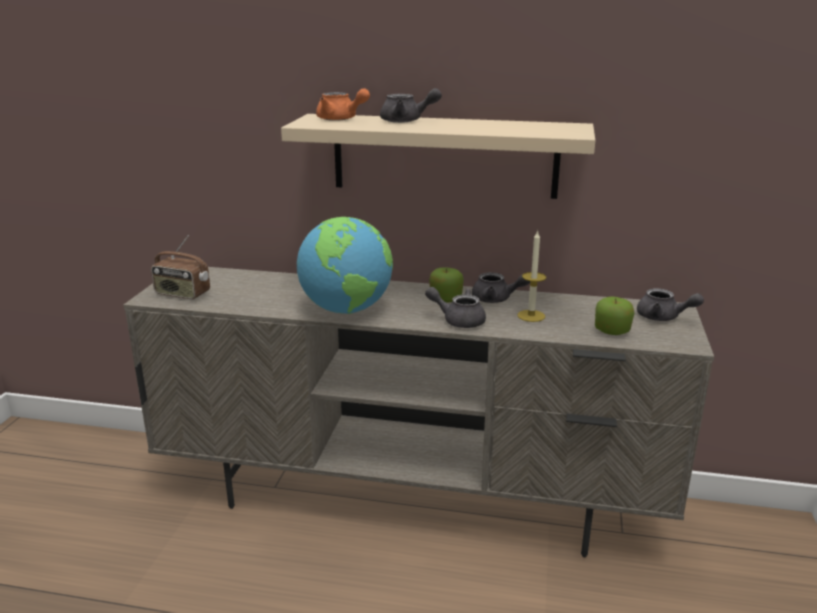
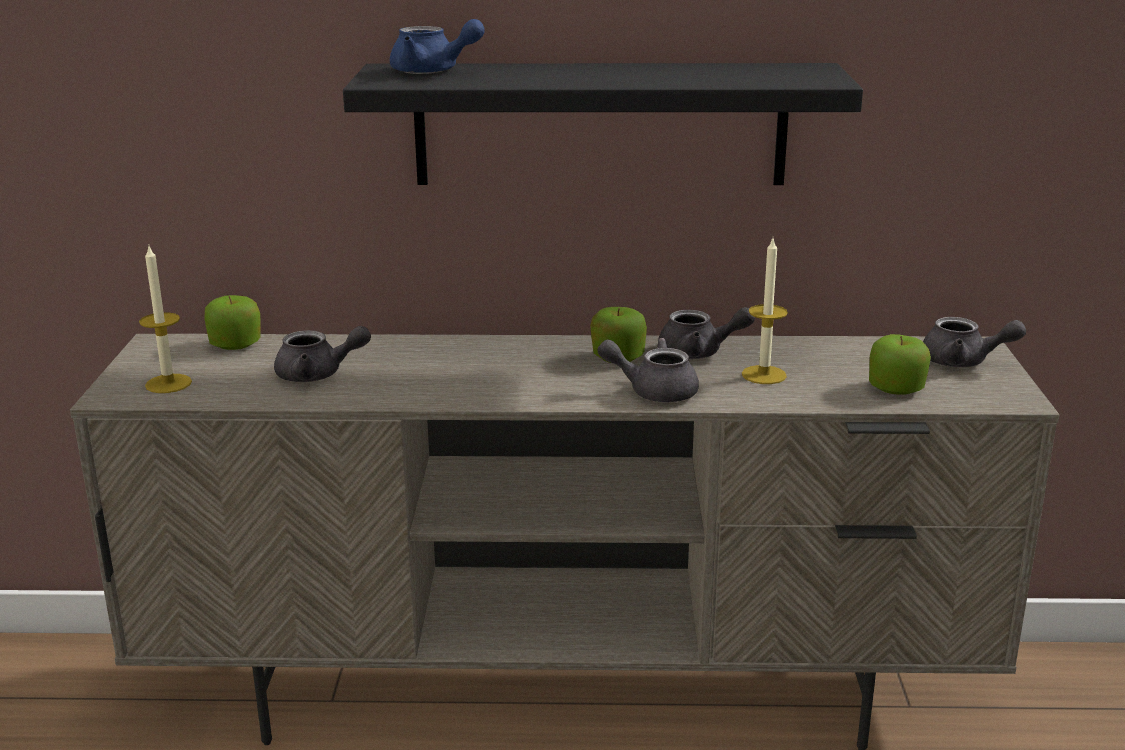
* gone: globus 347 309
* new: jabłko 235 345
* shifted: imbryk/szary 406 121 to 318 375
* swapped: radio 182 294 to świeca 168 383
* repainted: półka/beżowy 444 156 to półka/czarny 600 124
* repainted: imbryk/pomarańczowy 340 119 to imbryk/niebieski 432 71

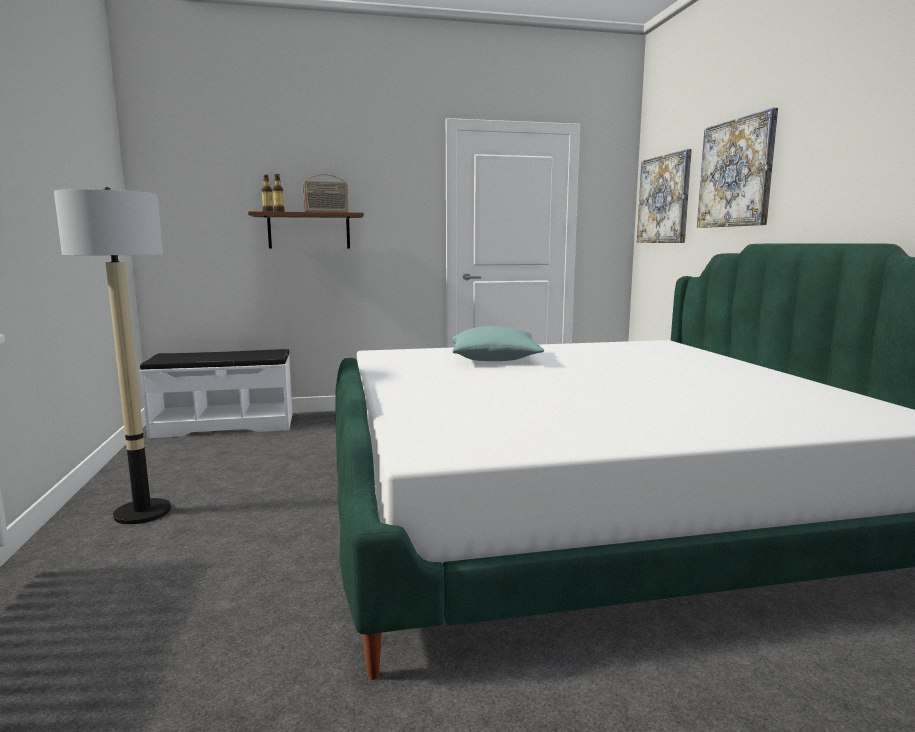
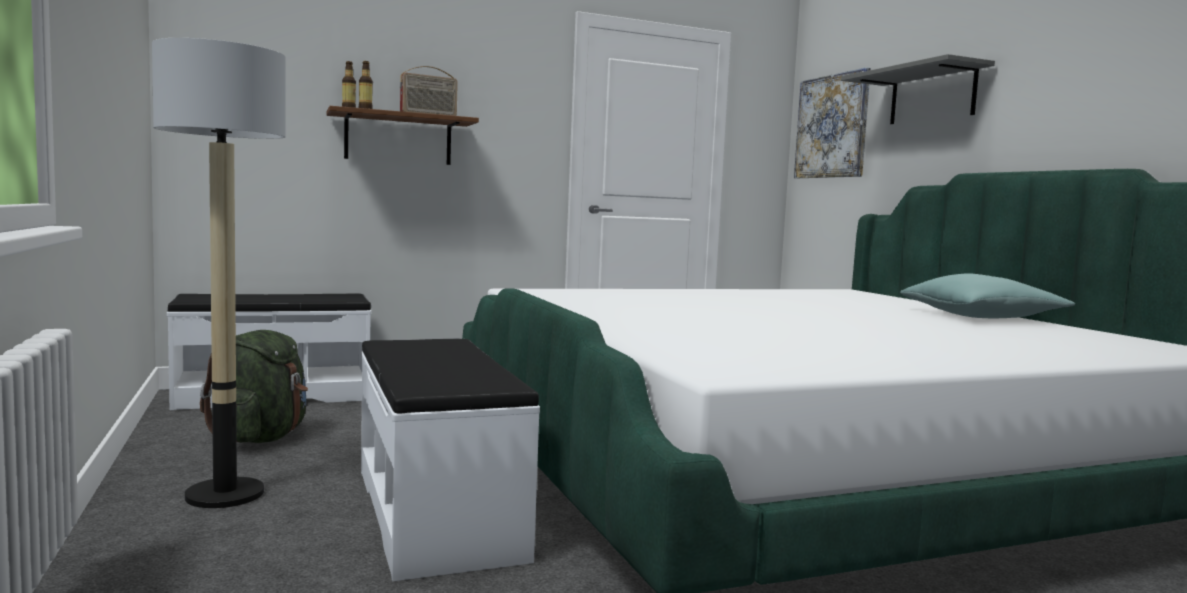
* new: plecak/zielony 262 438
* new: ławka/biały 438 512
* shifted: poduszka/turkusowy 494 359 to 981 317
* swapped: obraz 736 173 to półka/szary 932 96

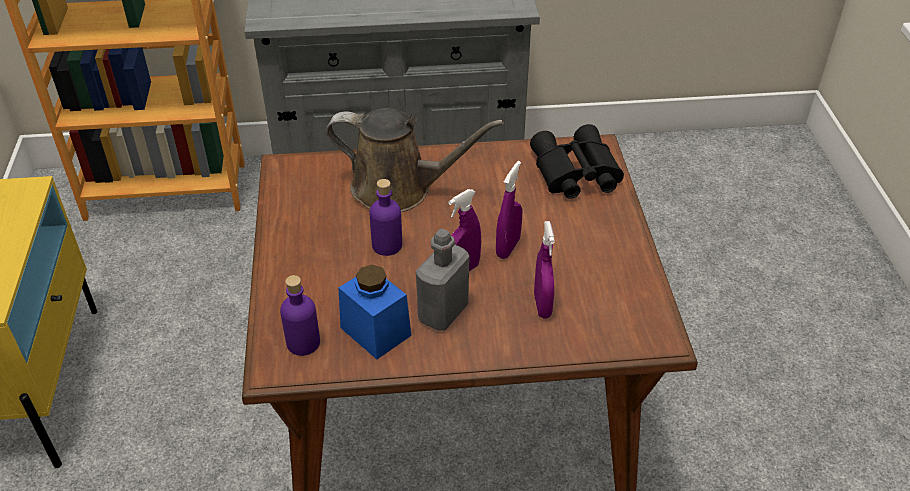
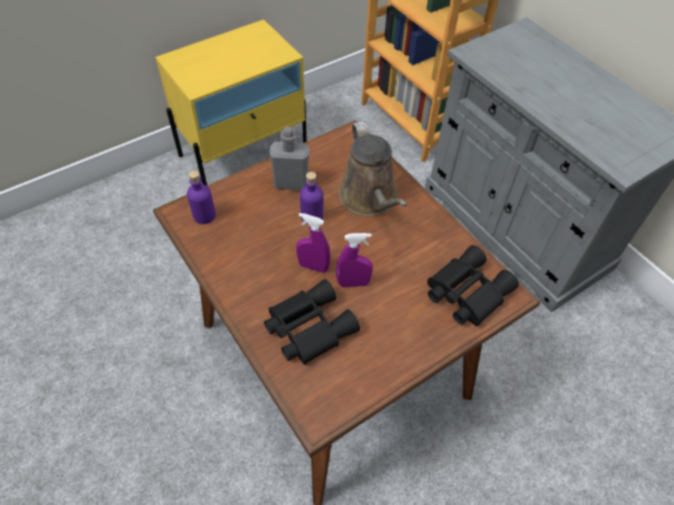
* gone: słoik/niebieski 375 331
* shifted: butelka/szary 443 313 to 291 183
* swapped: spryskiwacz/fioletowy 542 305 to lornetka/czarny 307 327

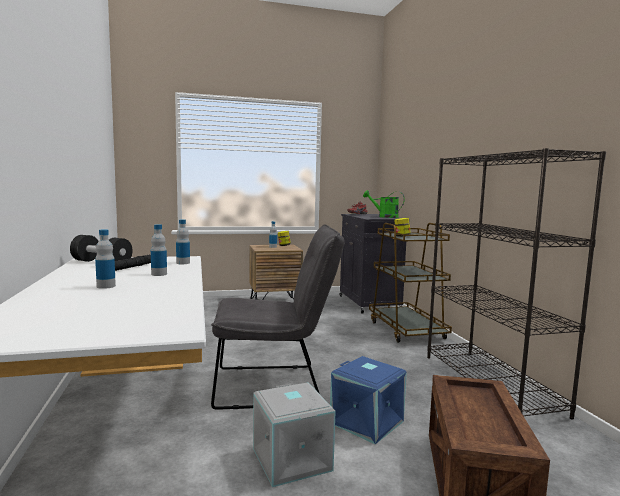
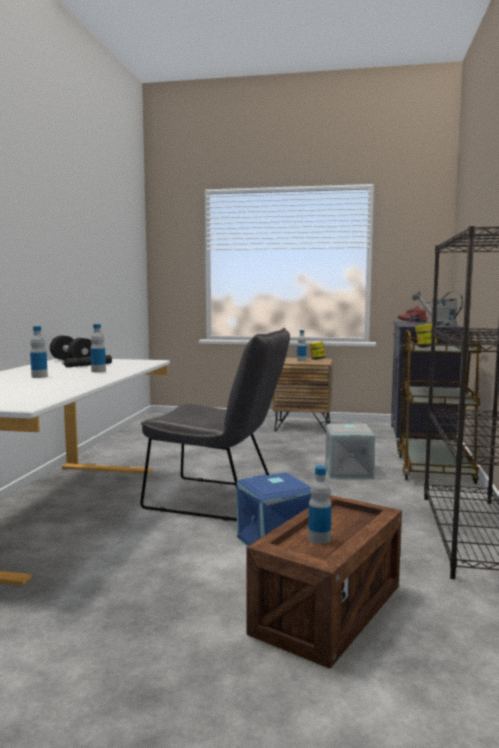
* shifted: butelka 183 263 to 319 538
* shifted: pojemnik do przechowywania/szary 290 459 to 347 471
* repainted: konewka/zielony 384 216 to konewka/szary 438 324

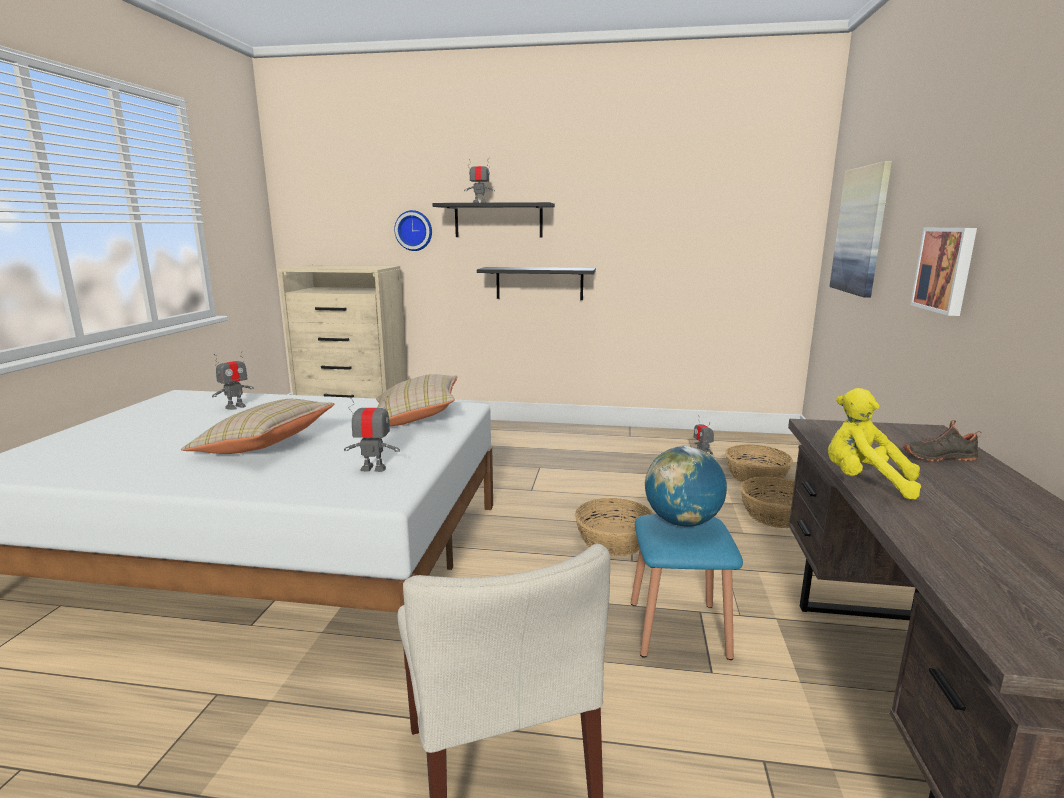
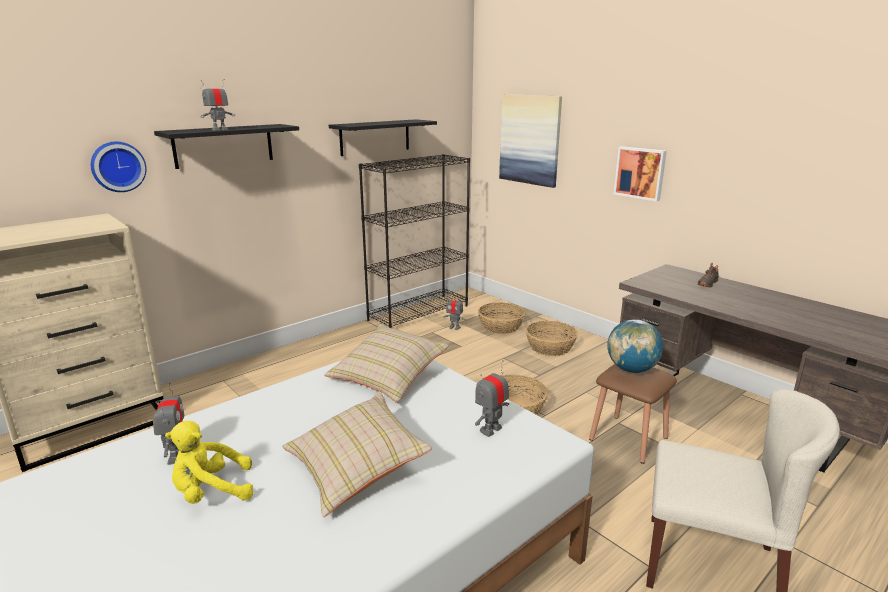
* new: regał/czarny 419 312
* shifted: półka/czarny 539 283 to 375 137
* shifted: pluszak/żółty 864 482 to 211 492
* repainted: stołek/niebieski 678 629 to stołek/brązowy 628 438

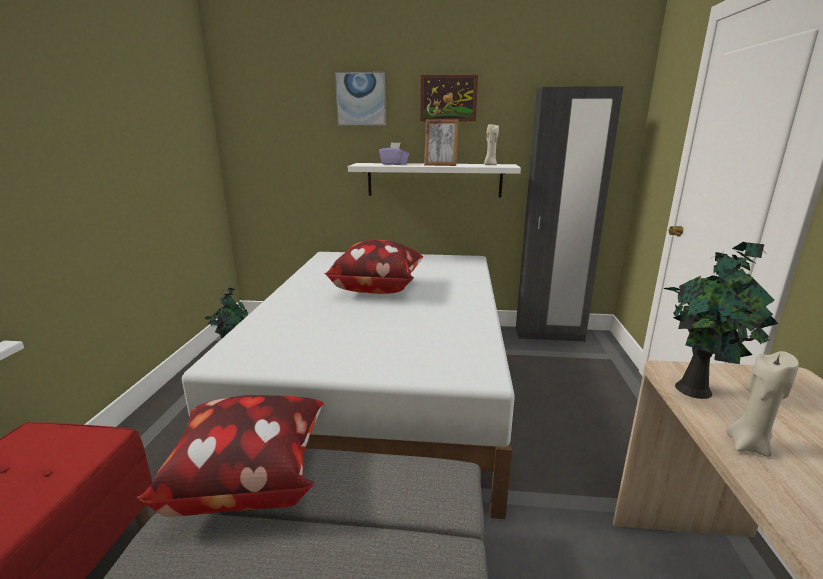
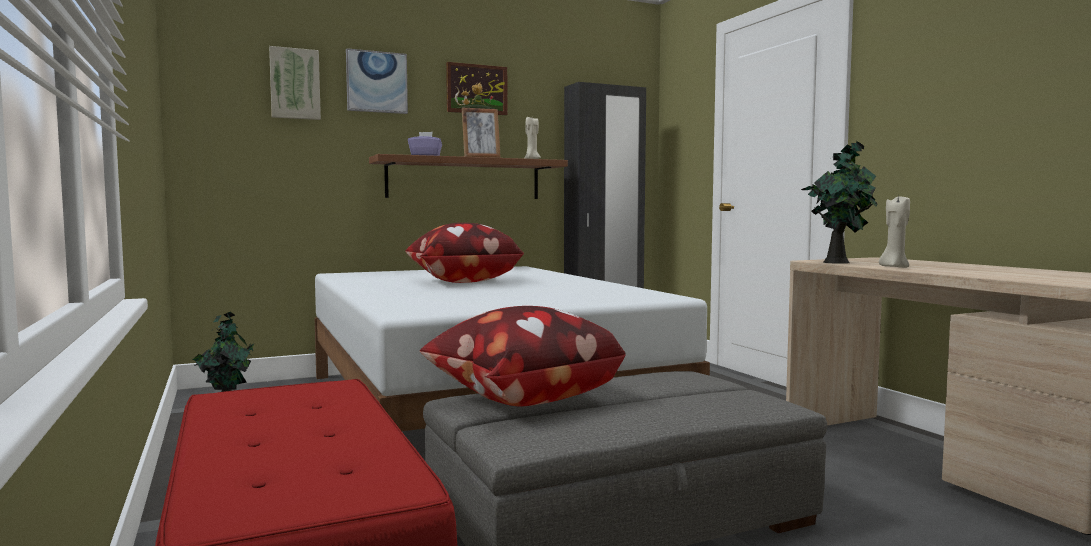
* new: obraz 295 84
* repainted: półka/biały 434 180 to półka/brązowy 464 179

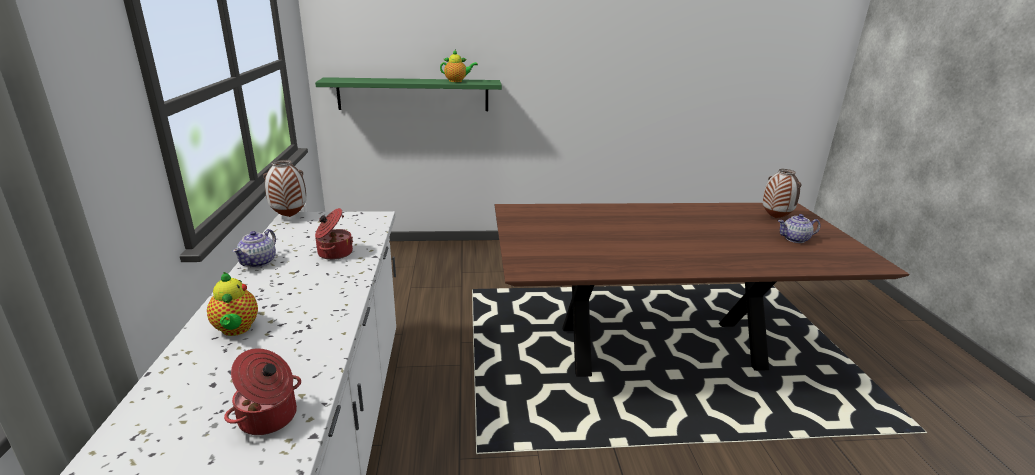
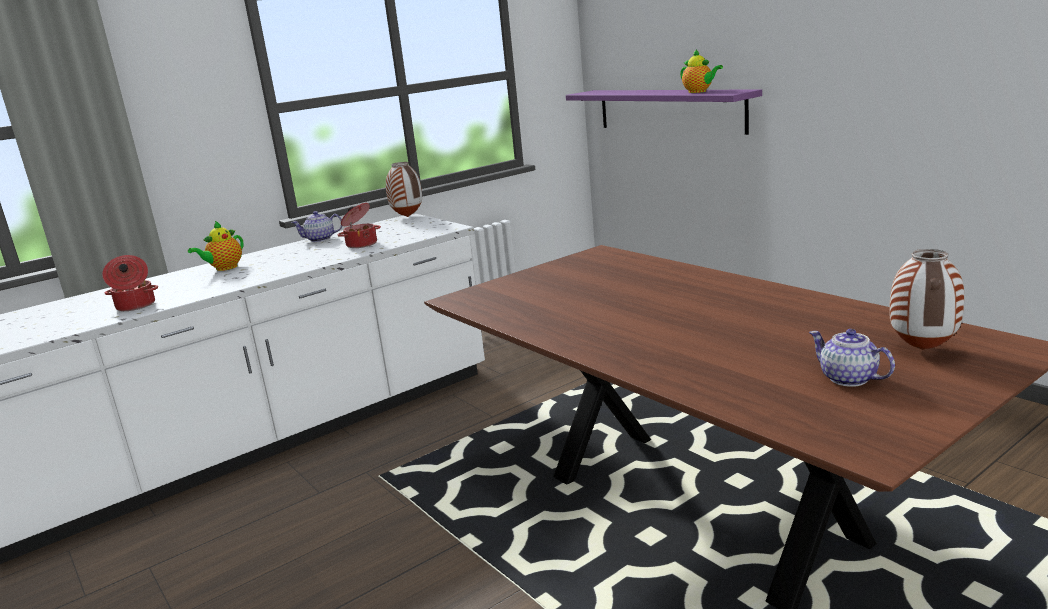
* repainted: półka/zielony 413 94 to półka/fioletowy 669 110

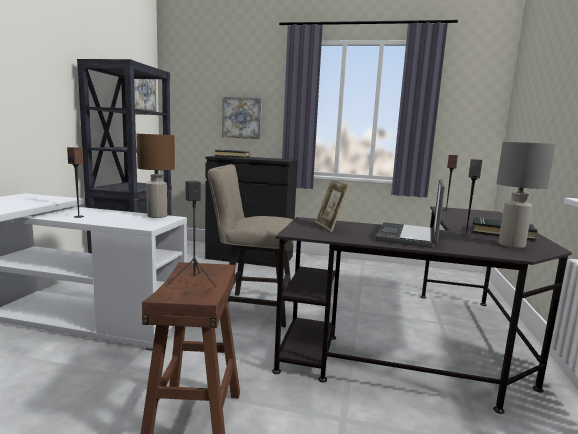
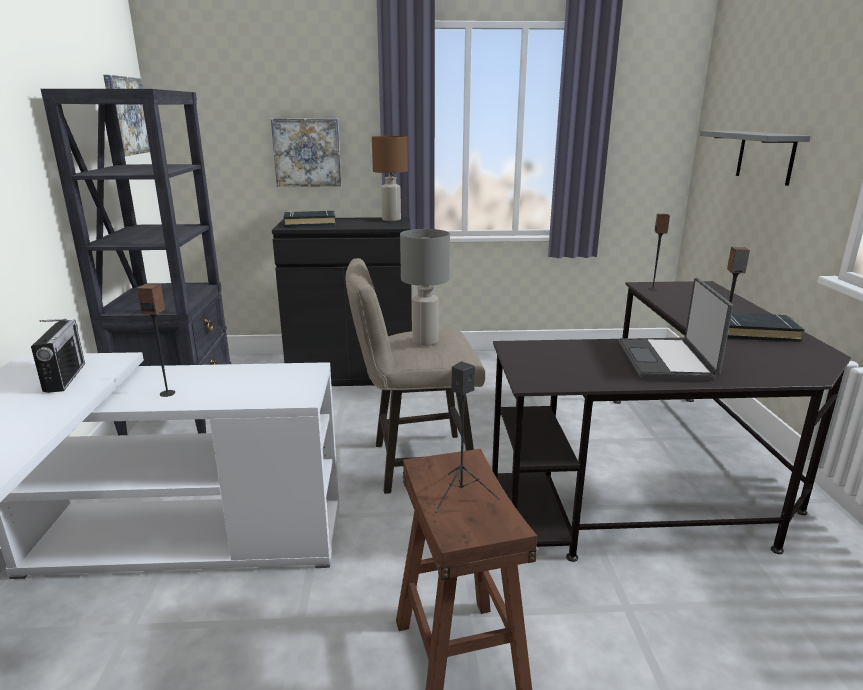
* gone: ramka na zdjęcie 330 227
* new: radio 65 377
* new: półka/szary 765 156
* shifted: lampa stołowa/brązowy 157 216 to 392 219
* shifted: lampa stołowa/szary 512 245 to 425 342

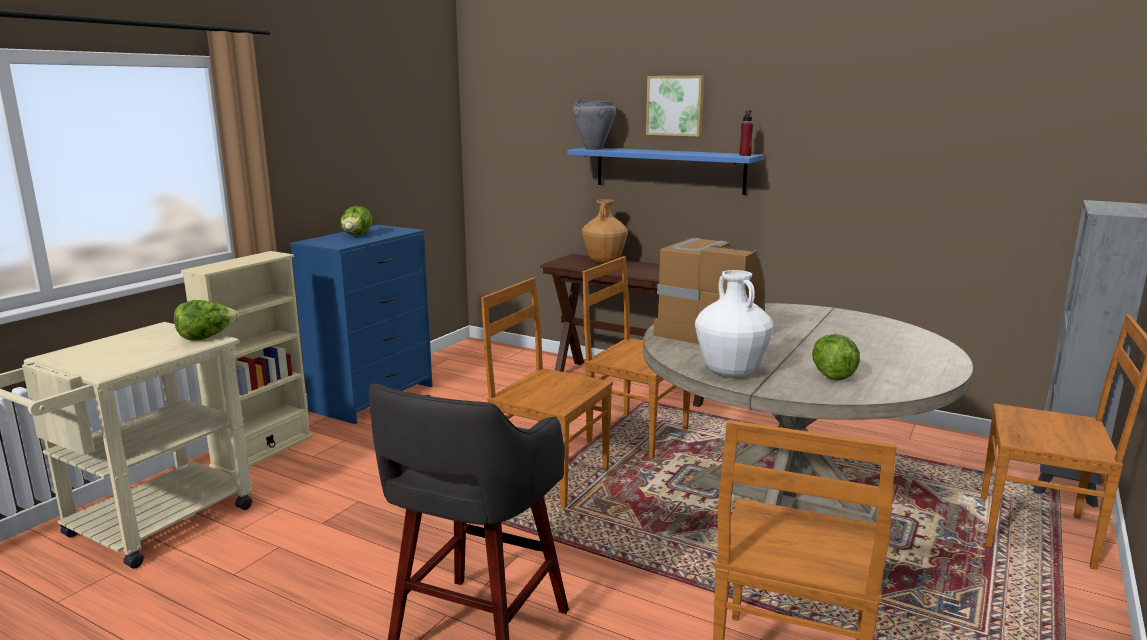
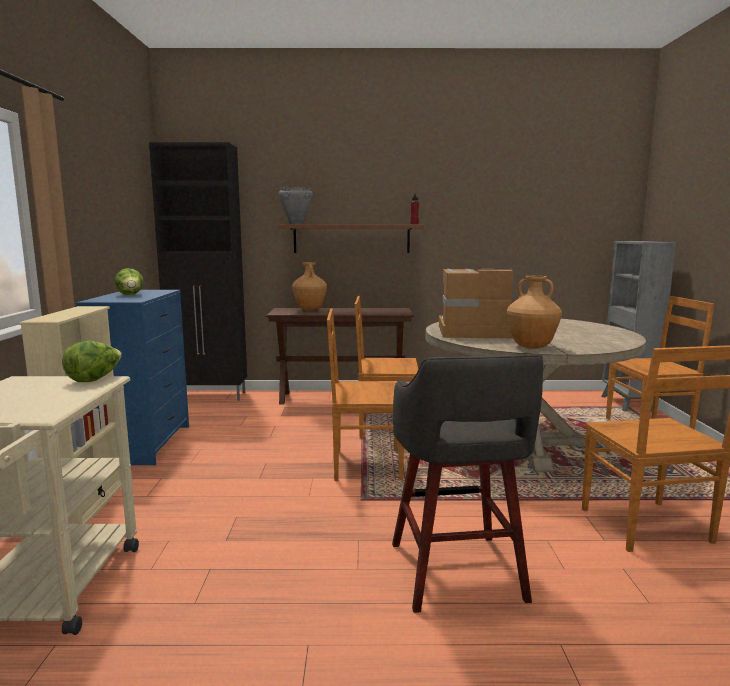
* gone: obraz 675 105
* gone: sałata 832 375
* new: szafka/czarny 210 396
* repainted: półka/niebieski 669 170 to półka/brązowy 351 238
* repainted: wazon/biały 731 373 to wazon/brązowy 532 347

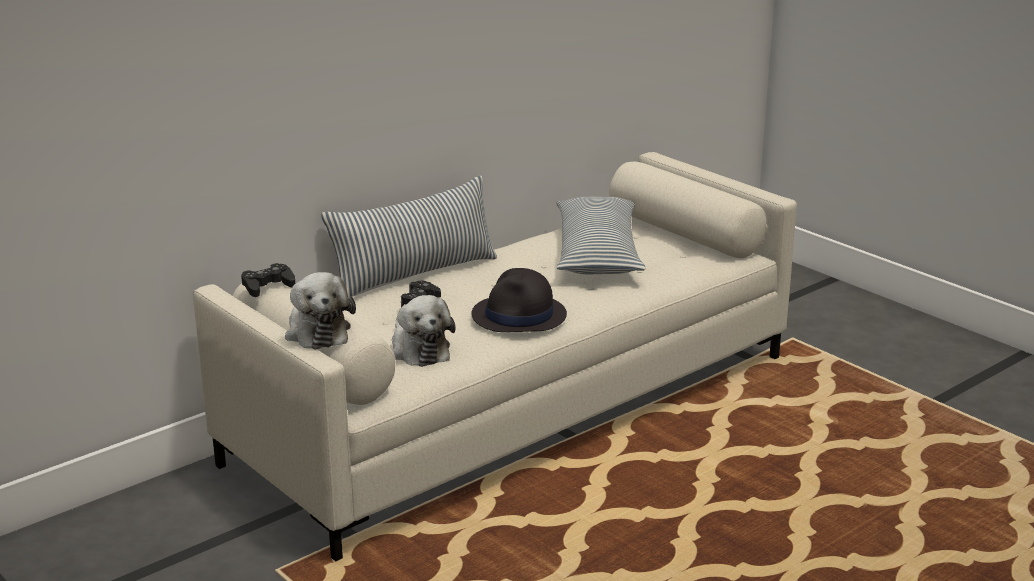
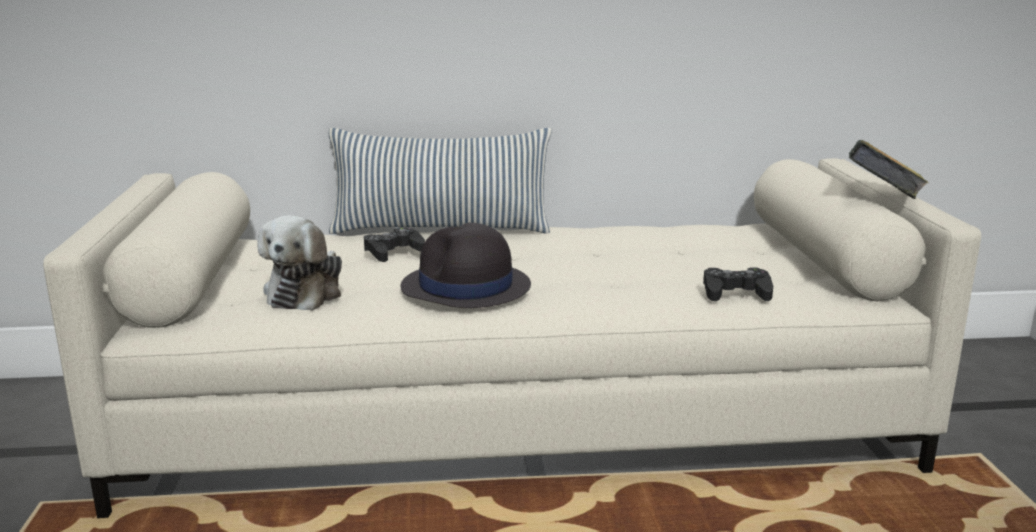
* gone: pluszak 317 331
* gone: poduszka 598 253
* new: książka 881 201
* shifted: pad do gier/czarny 267 286 to 735 293

